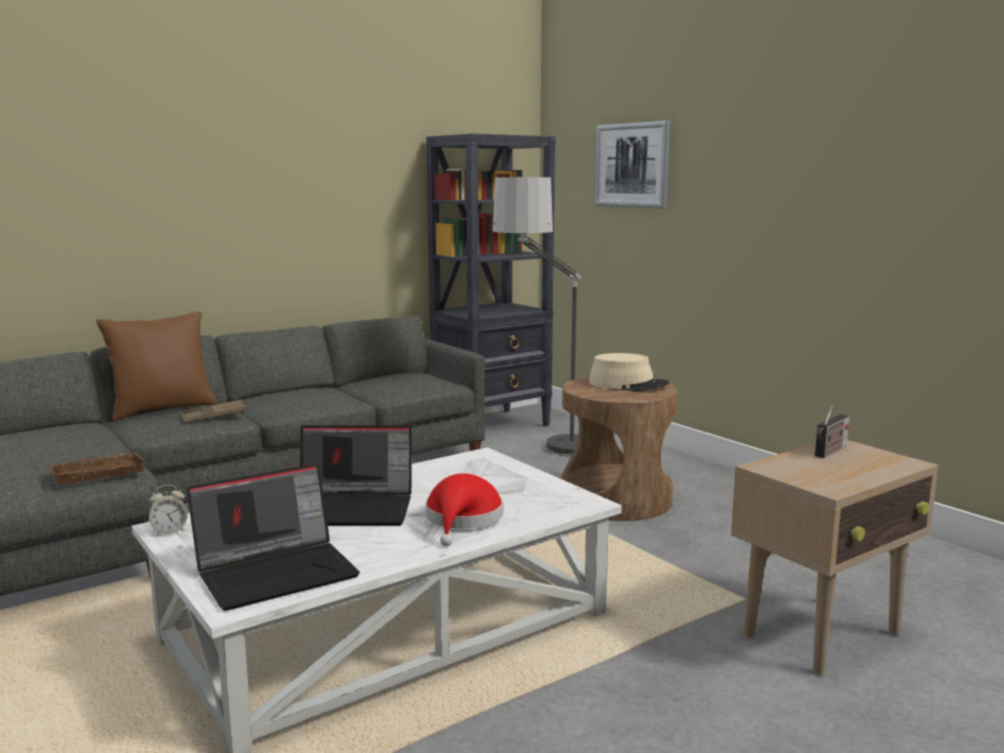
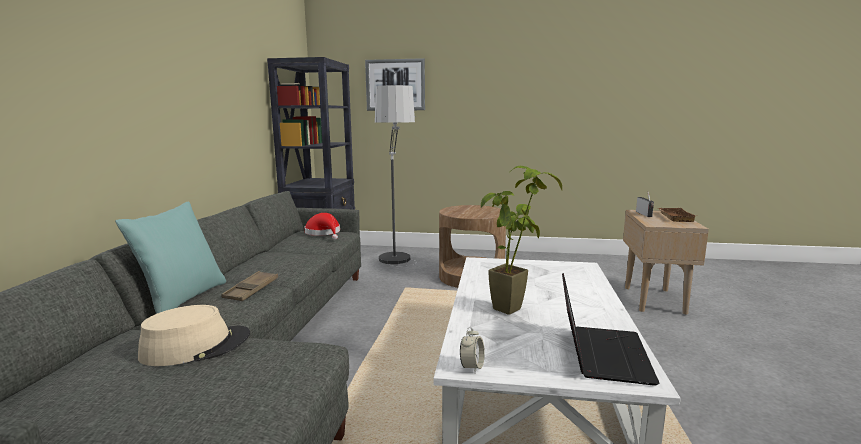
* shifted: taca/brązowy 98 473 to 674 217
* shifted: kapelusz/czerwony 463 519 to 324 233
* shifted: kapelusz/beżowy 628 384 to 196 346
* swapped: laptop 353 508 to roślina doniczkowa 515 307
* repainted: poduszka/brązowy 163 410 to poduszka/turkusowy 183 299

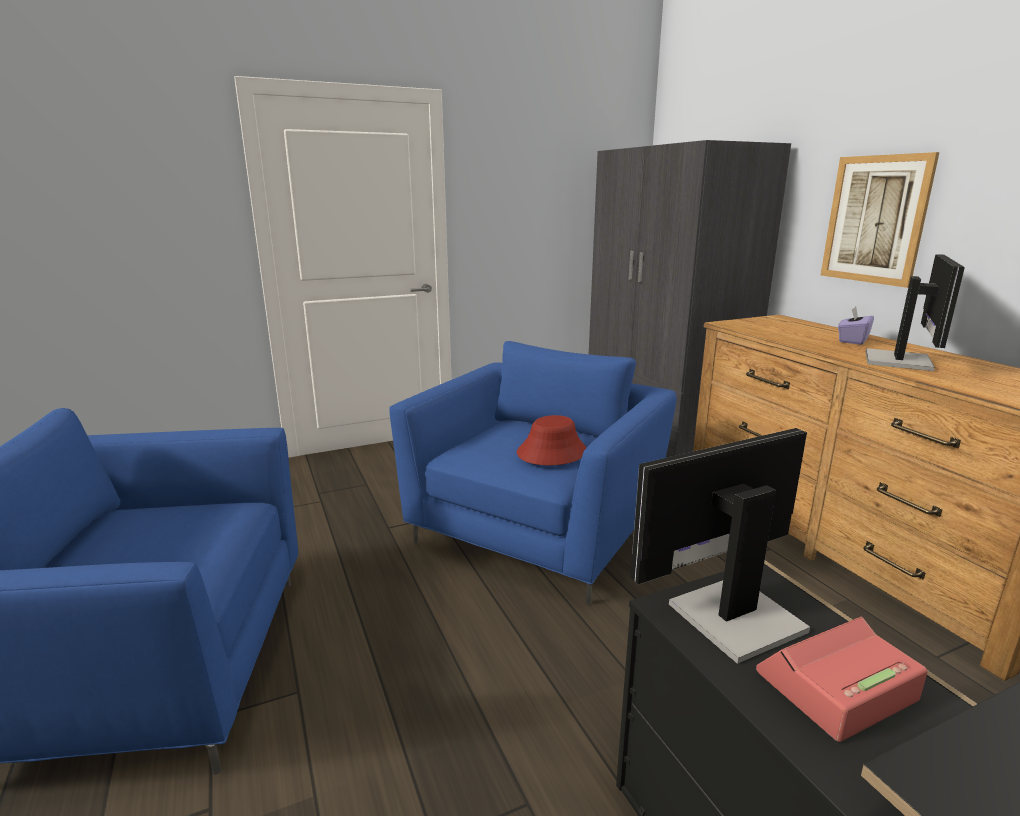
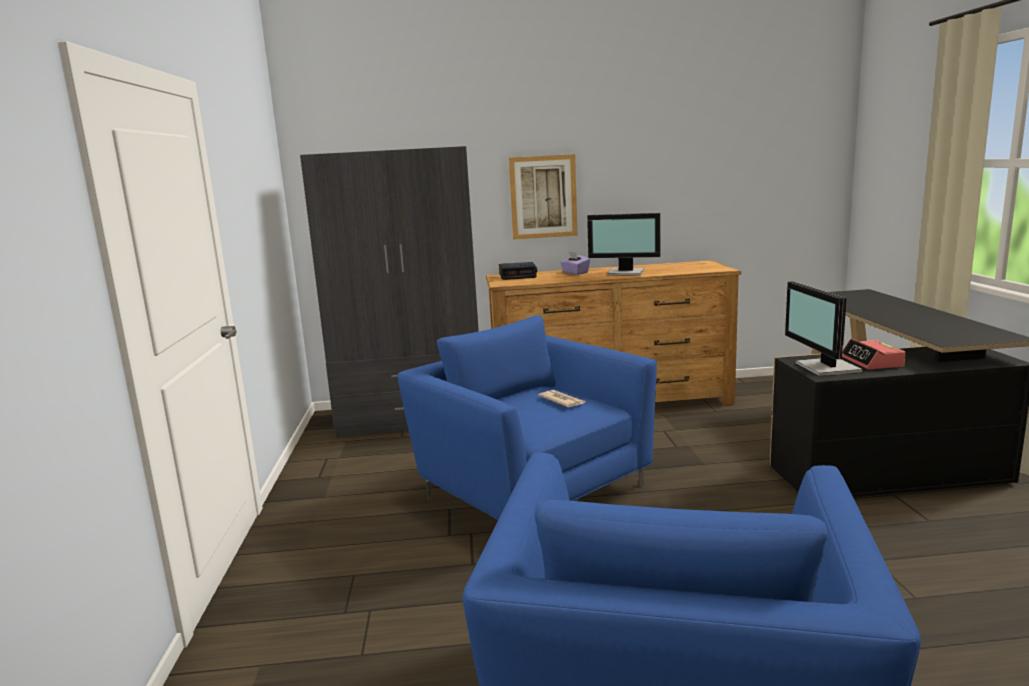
* new: budzik 518 276
* swapped: kapelusz/czerwony 551 452 to gazeta 562 401
* rotated: monitor 901 361 = 626 273 150 degrees clockwise

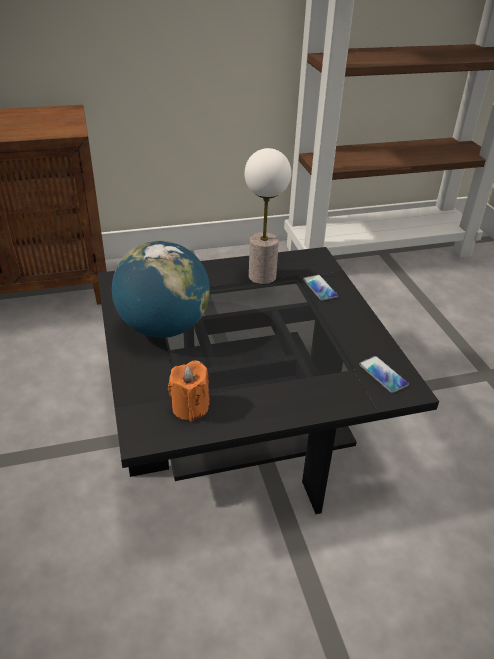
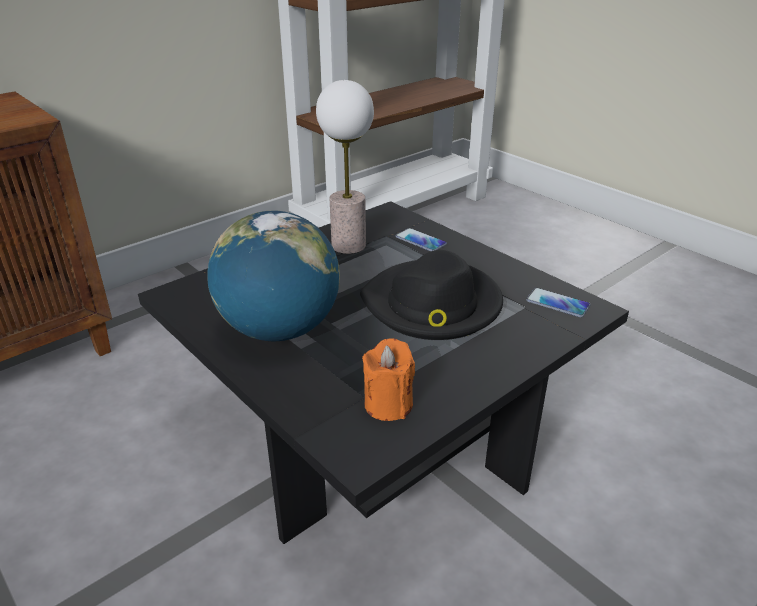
* new: kapelusz/czarny 432 305

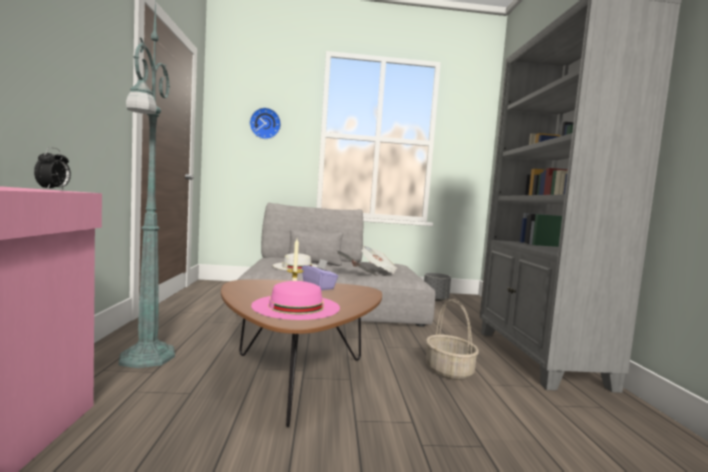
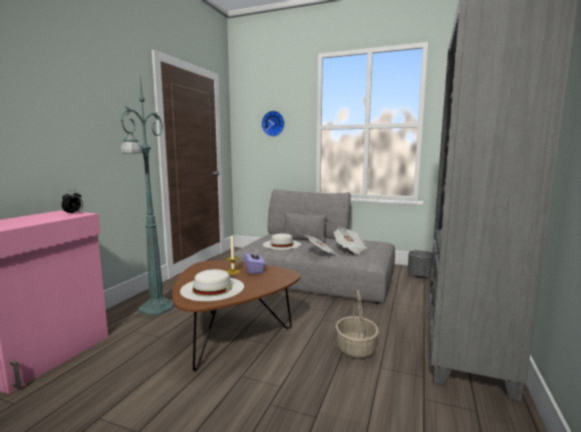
* repainted: kapelusz/różowy 296 306 to kapelusz/biały 212 288

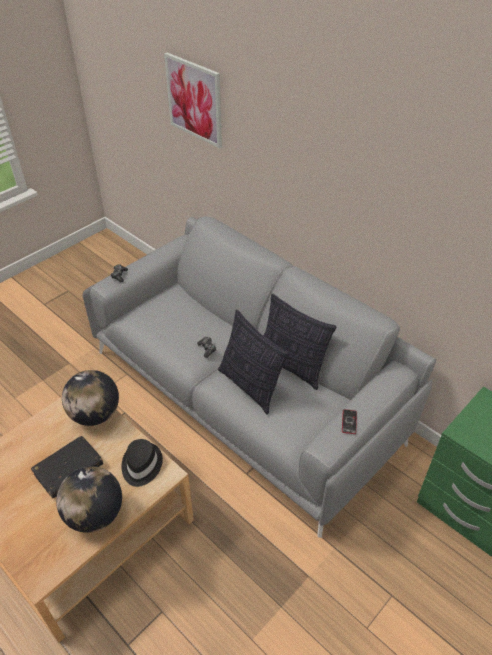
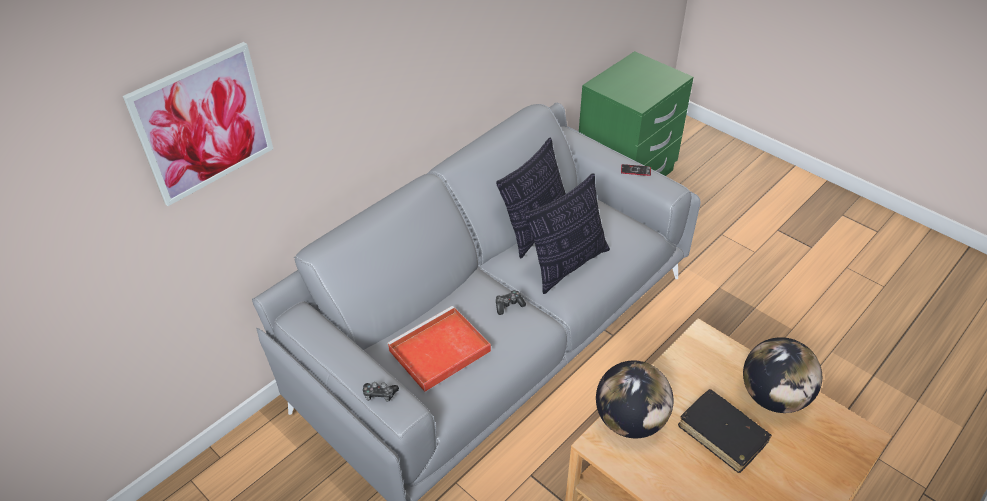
* gone: kapelusz/czarny 141 465
* new: taca/czerwony 438 352

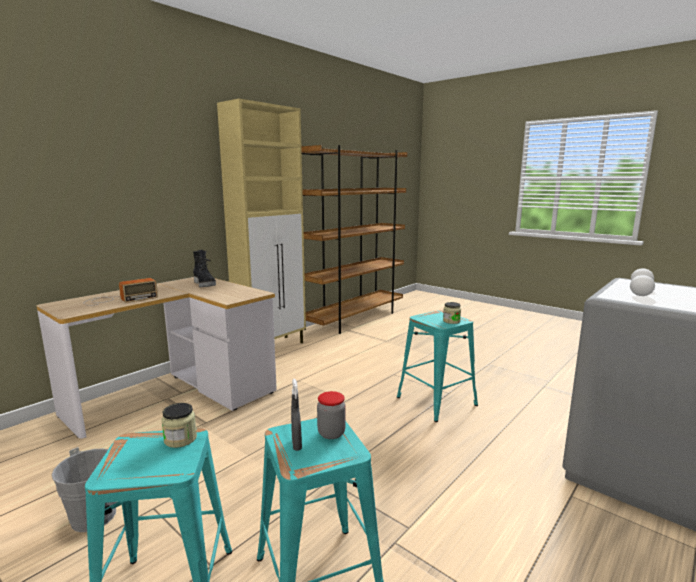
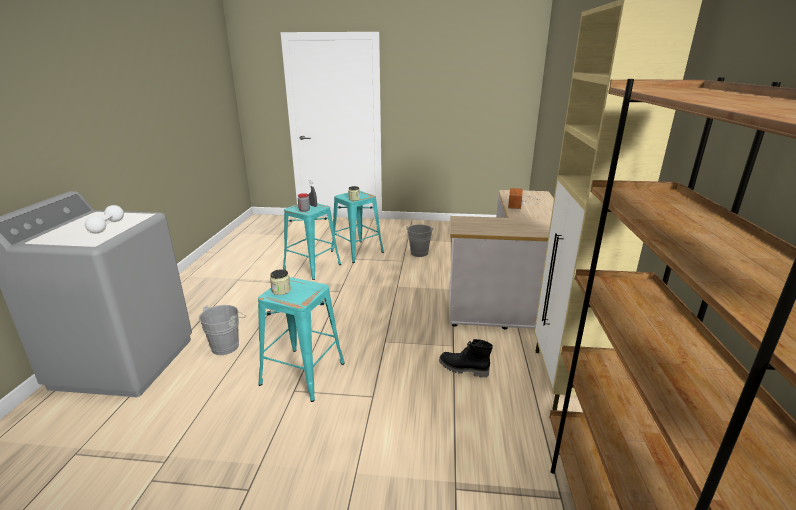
* new: wiadro/szary 227 345
* shifted: but z cholewką/czarny 205 284 to 463 369

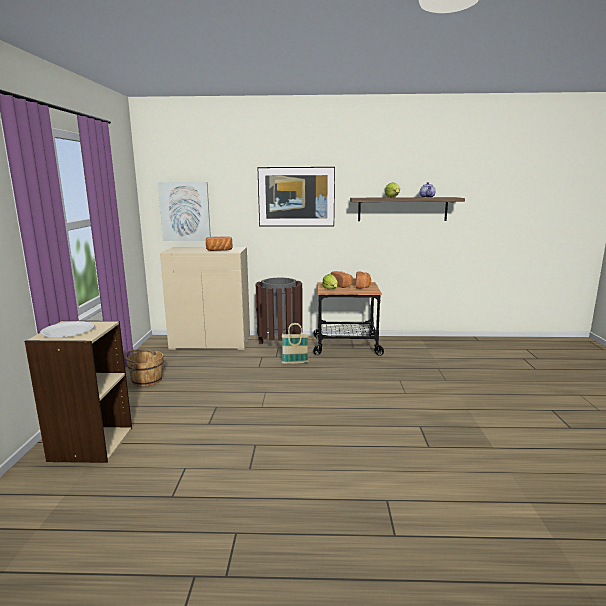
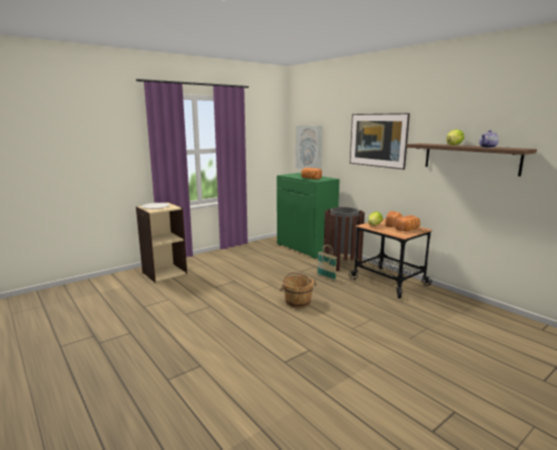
* shifted: wiadro/brązowy 146 380 to 297 301
* repainted: szafka/beżowy 211 342 to szafka/zielony 306 248

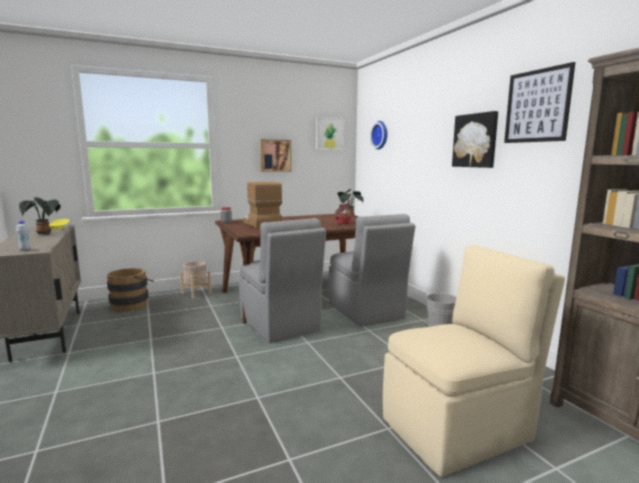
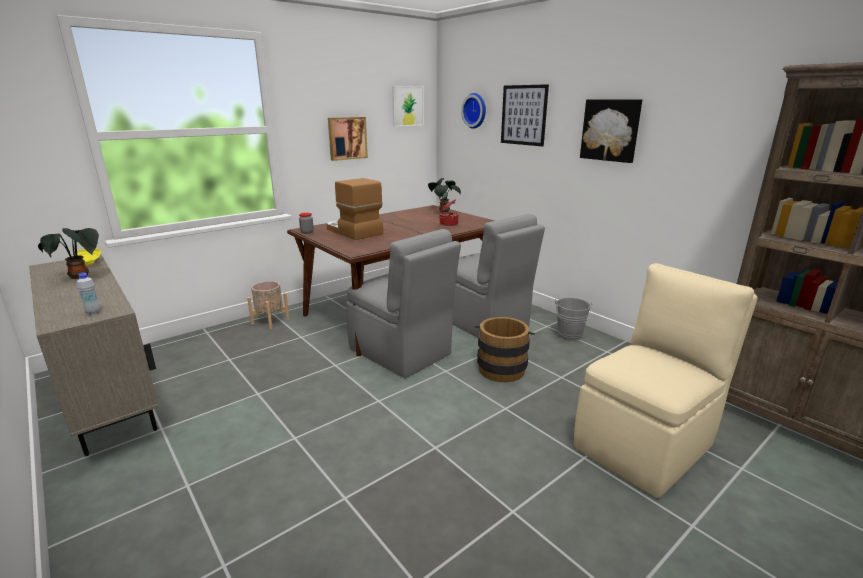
* shifted: wiadro/brązowy 132 304 to 502 367
* shifted: obraz 537 106 to 523 115

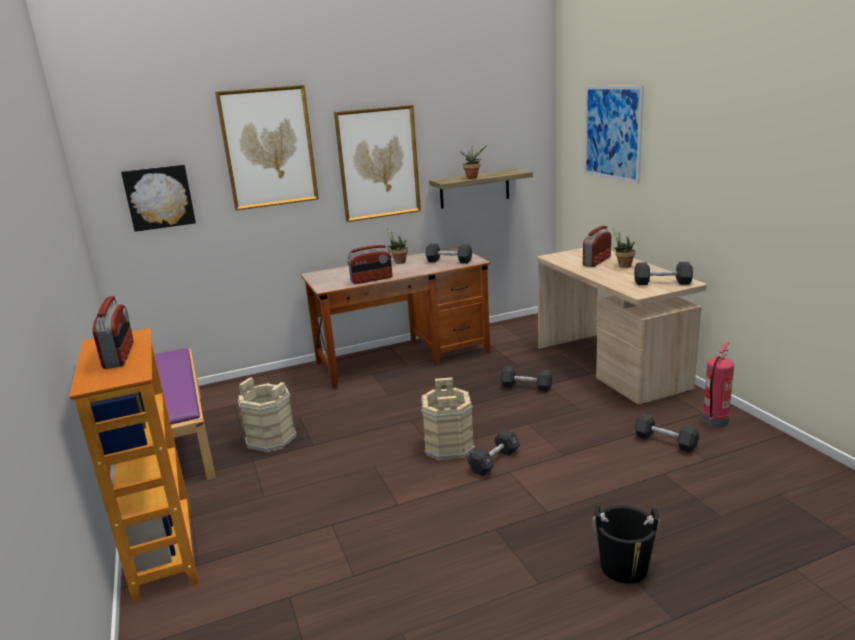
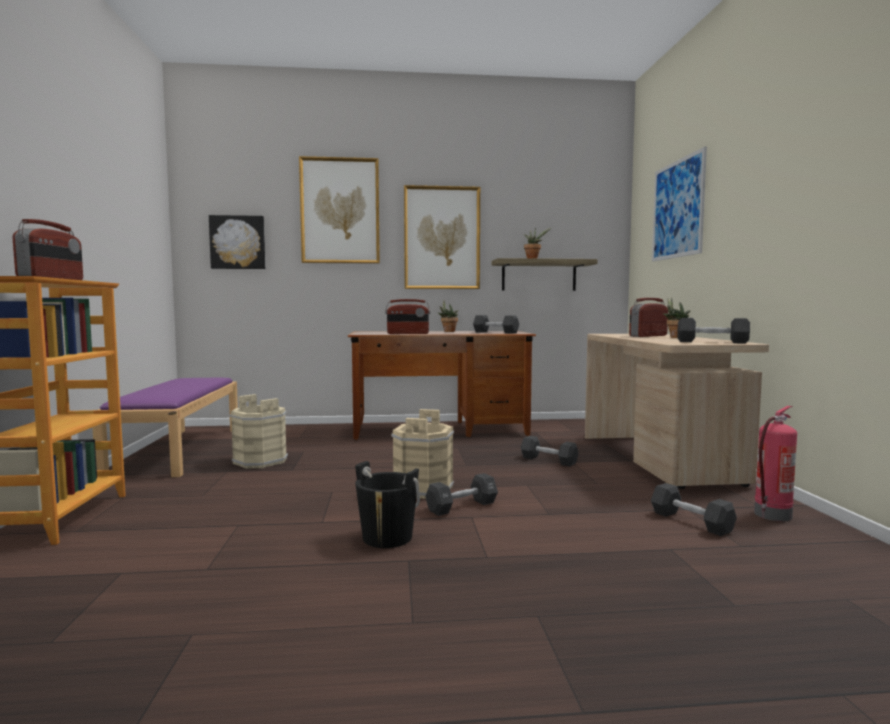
* shifted: wiadro/czarny 624 567 to 387 537

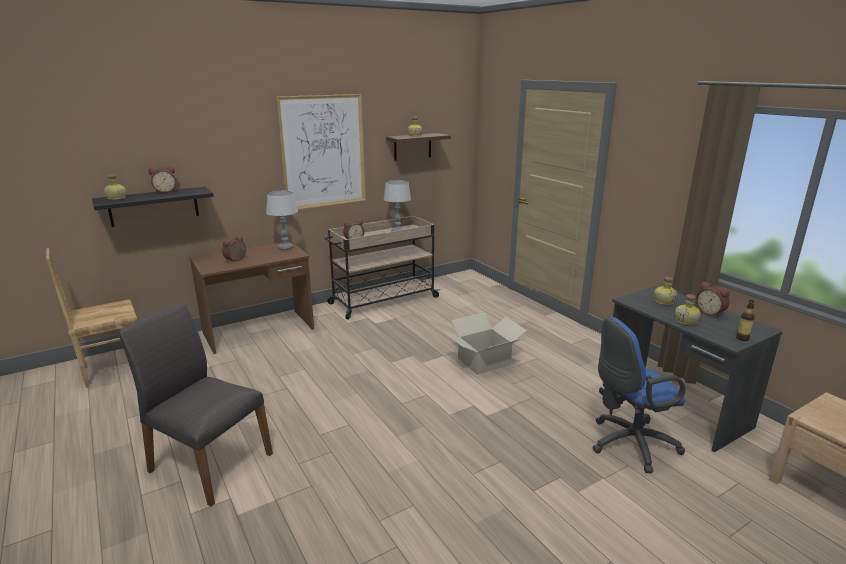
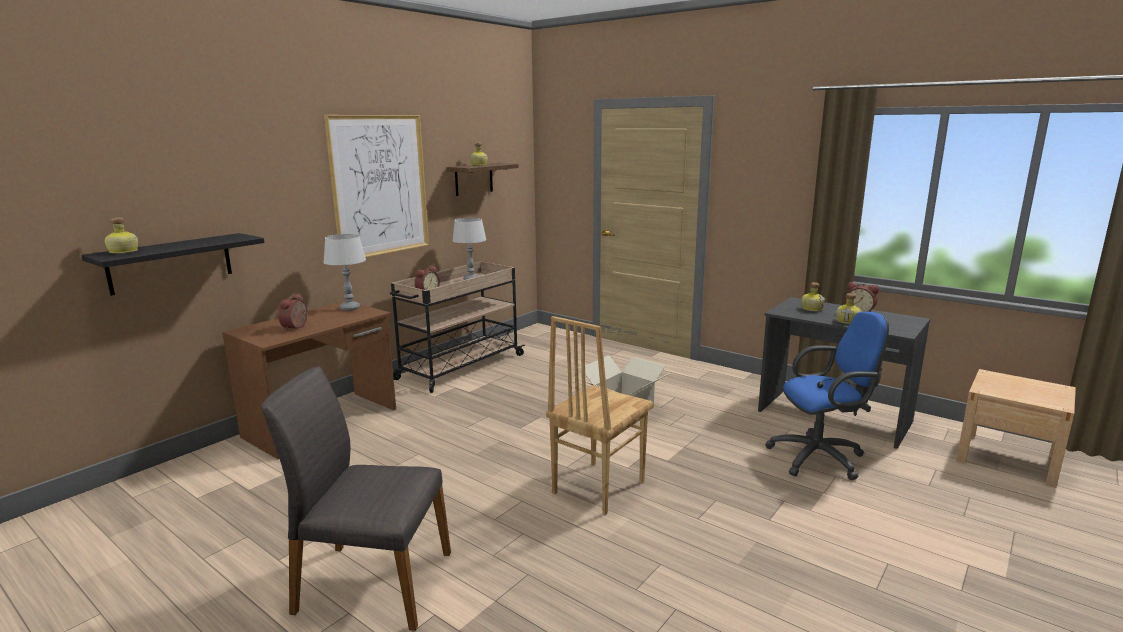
* gone: budzik 165 191
* gone: butelka 742 338
* shifted: krzesło/brązowy 112 370 to 597 487
* rotated: krzesło biurowe/niebieski 628 444 = 821 458 150 degrees counterclockwise

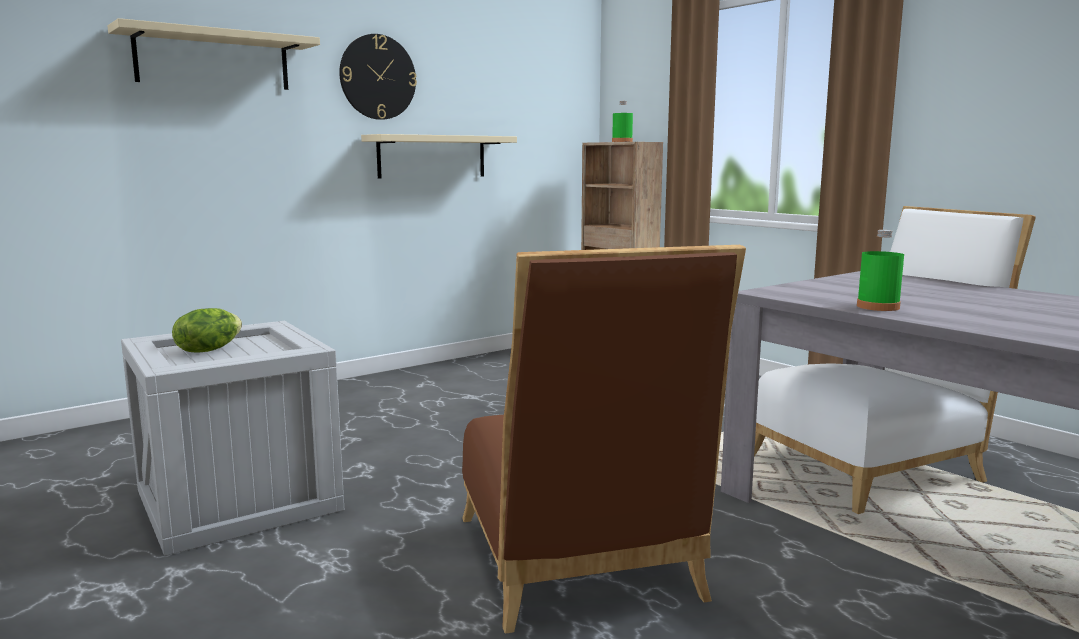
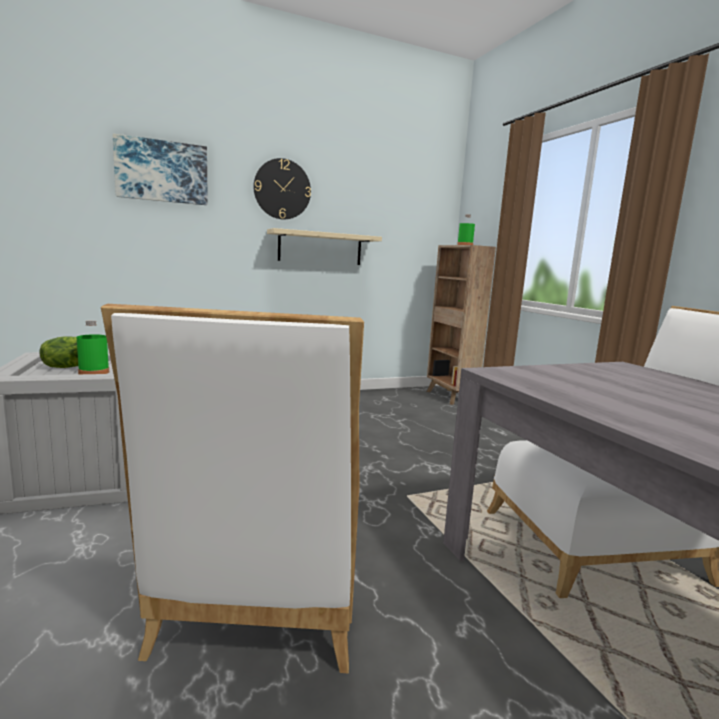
* shifted: butelka/zielony 878 307 to 94 372
* swapped: półka/beżowy 213 60 to obraz 162 171
* repainted: krzesło/brązowy 579 565 to krzesło/biały 263 597

